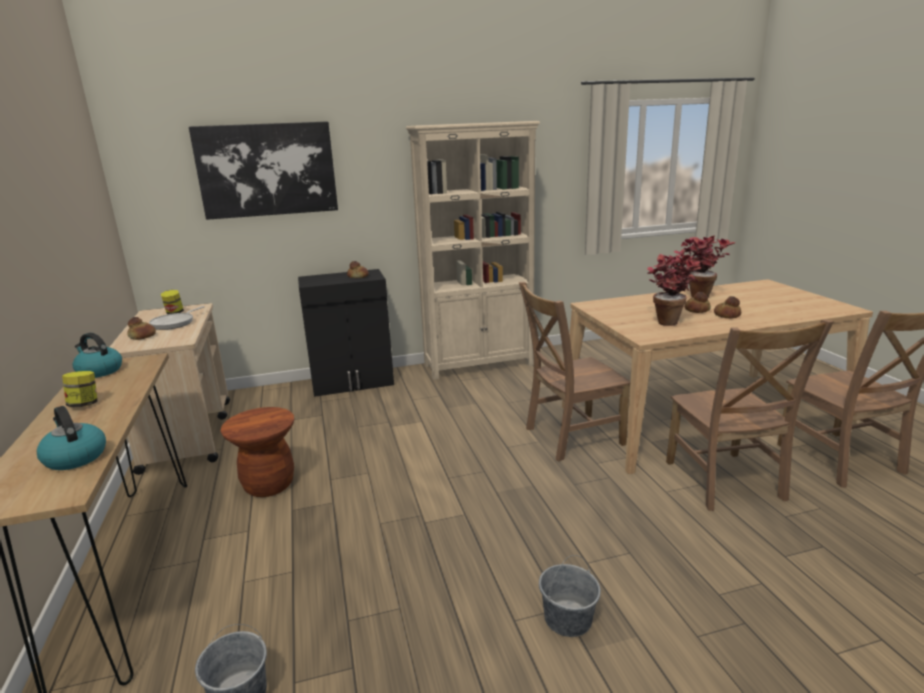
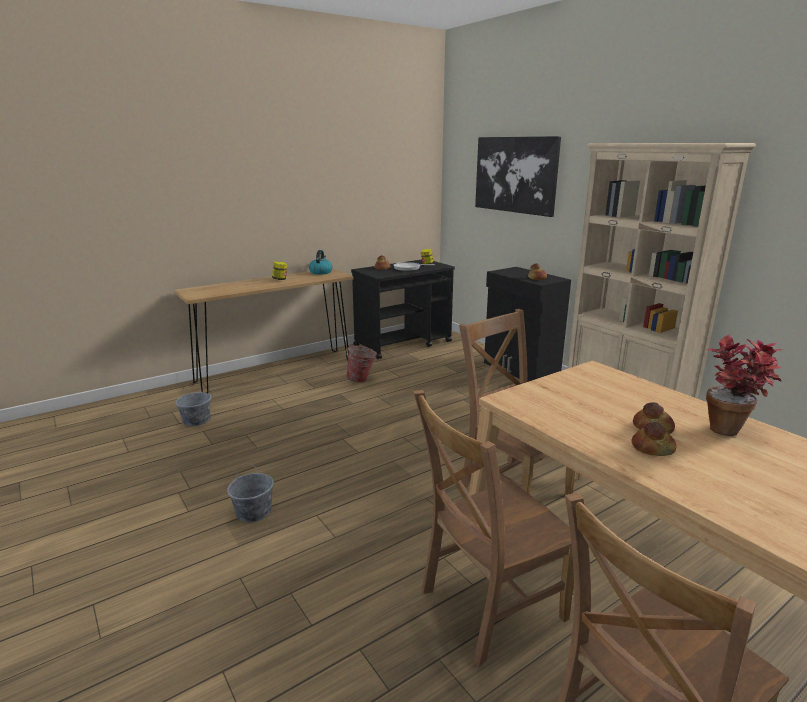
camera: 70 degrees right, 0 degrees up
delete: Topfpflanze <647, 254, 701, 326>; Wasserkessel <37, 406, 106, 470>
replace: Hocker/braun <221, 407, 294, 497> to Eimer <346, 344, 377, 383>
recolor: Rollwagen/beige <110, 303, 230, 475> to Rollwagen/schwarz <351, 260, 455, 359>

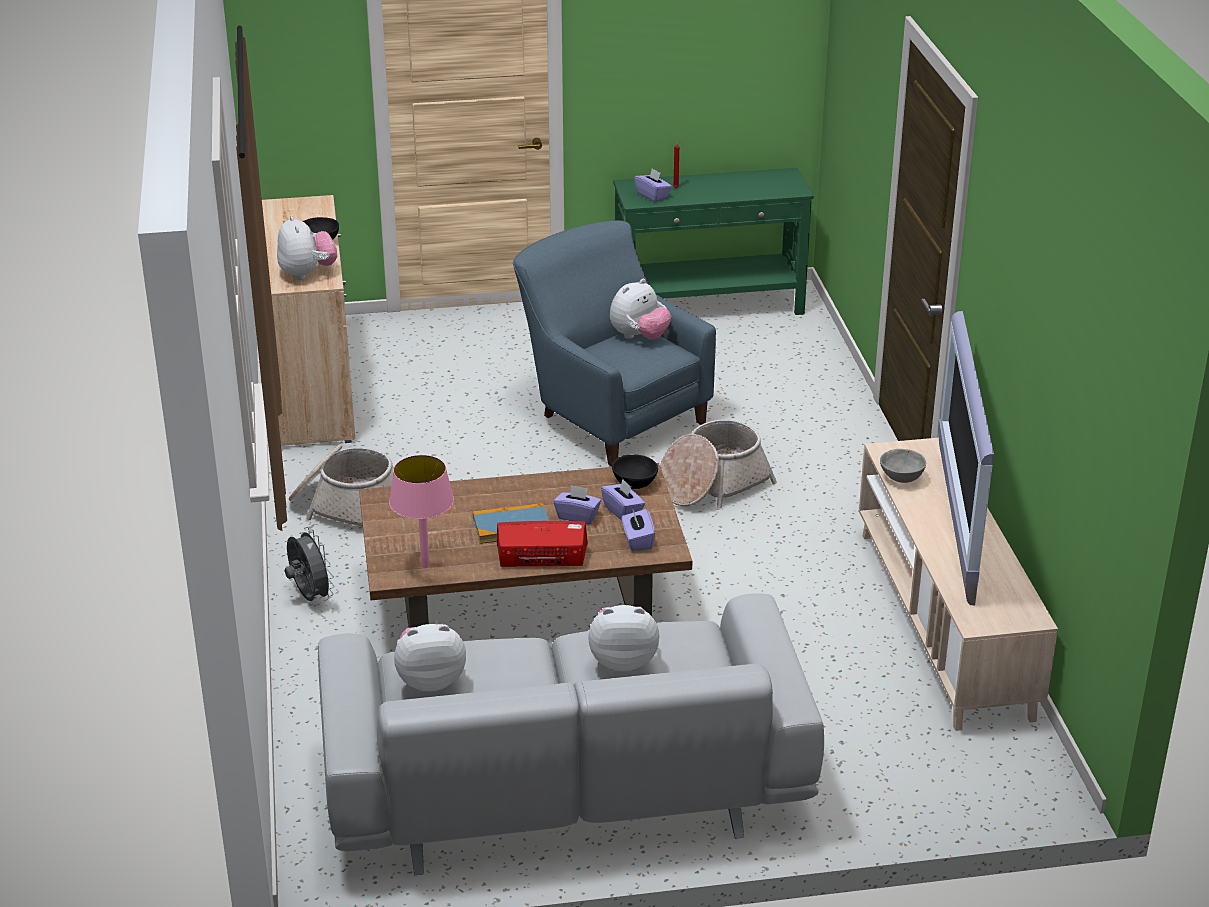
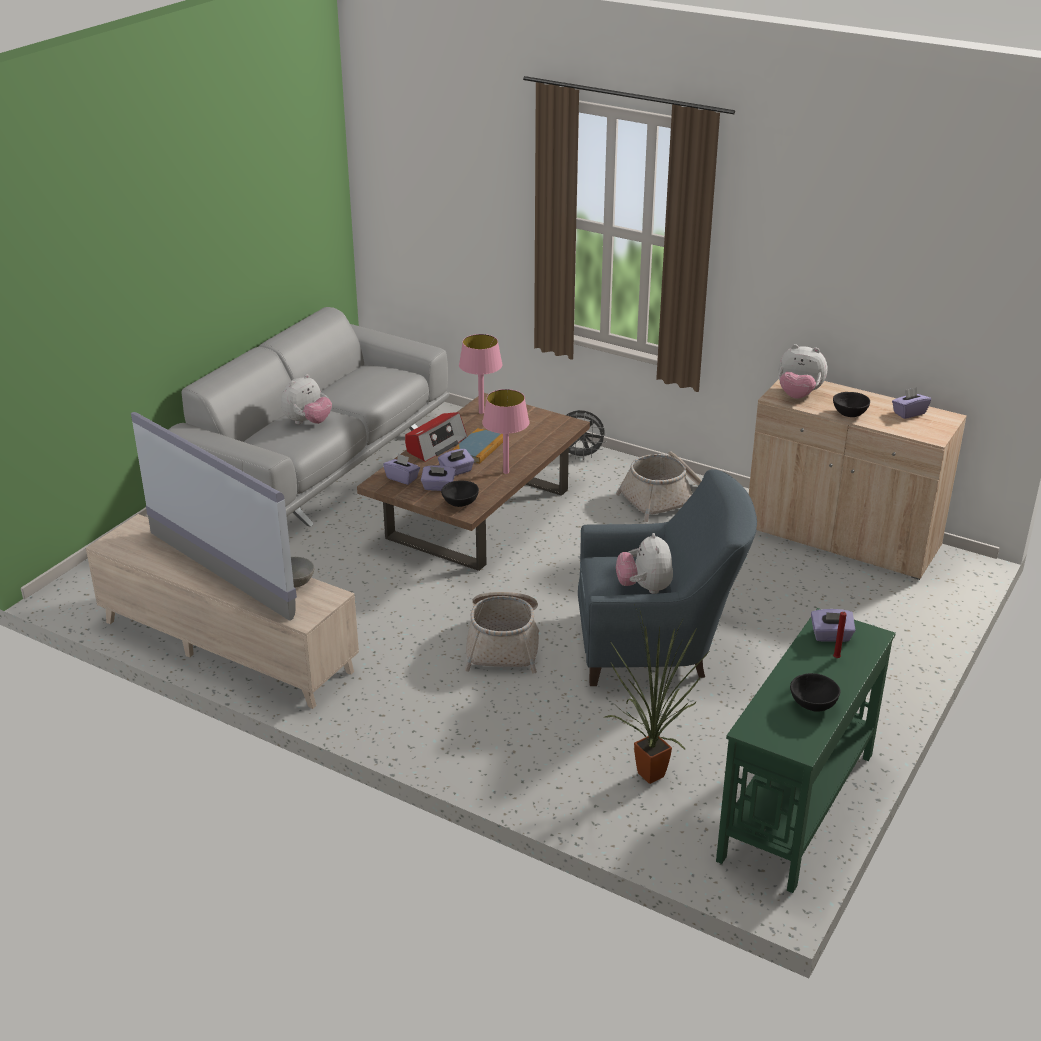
camera: 130 degrees right, 0 degrees up
delete: Plüschtier <394, 624, 466, 692>
insert: Taschentuchbox/lila <892, 387, 931, 419>; Tischlampe/rosa <482, 389, 529, 474>; Topfpflanze <605, 604, 709, 784>; Schüssel/schwarz <790, 673, 840, 712>

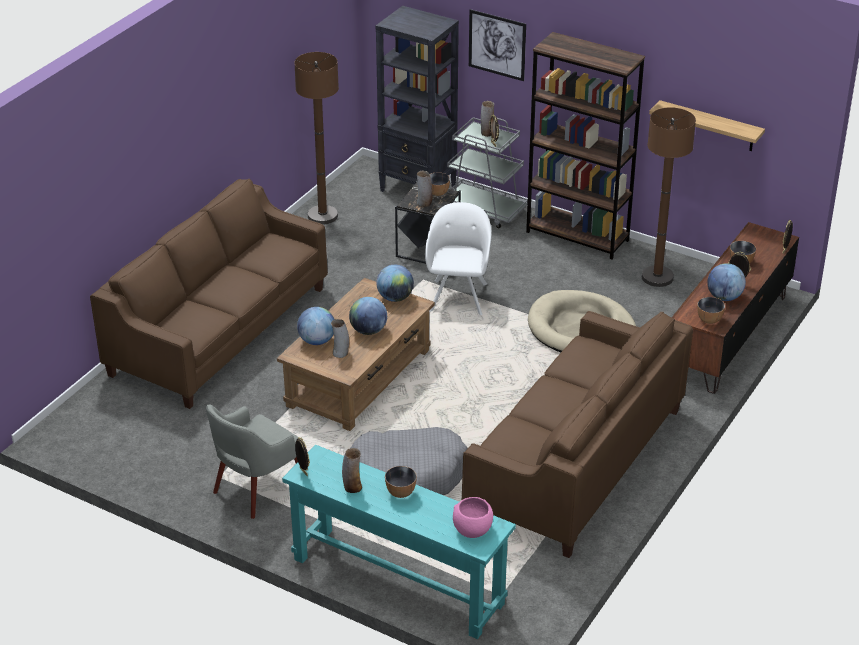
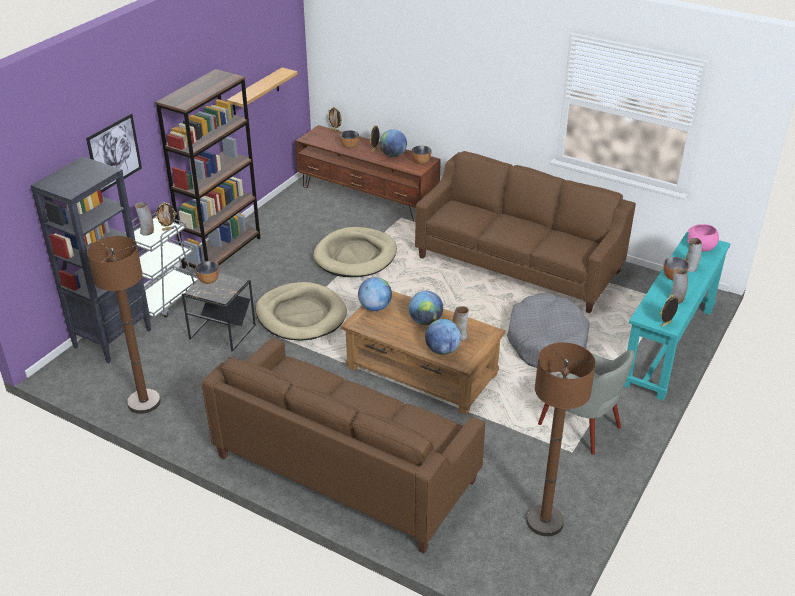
camera: 90 degrees left, 0 degrees up
move: Stehlampe/braun <642, 107, 696, 287> to <526, 342, 596, 536>; Vase <417, 170, 432, 207> to <686, 238, 702, 272>
replace: Sessel/weiß <425, 202, 492, 315> to Hundebett/beige <256, 282, 347, 341>

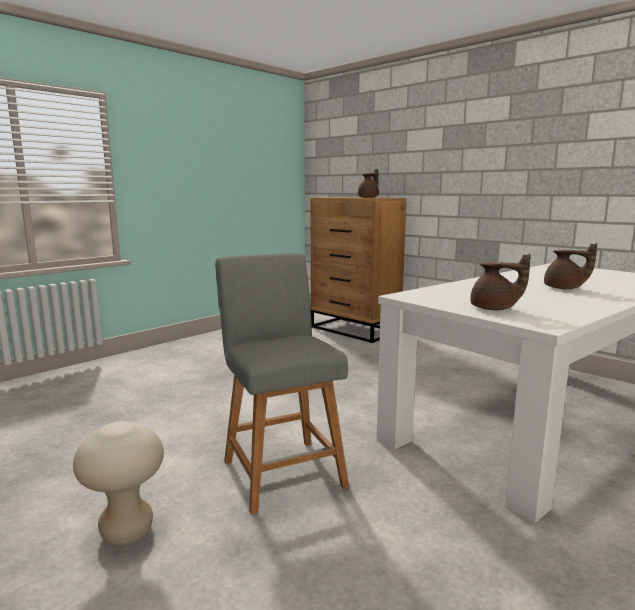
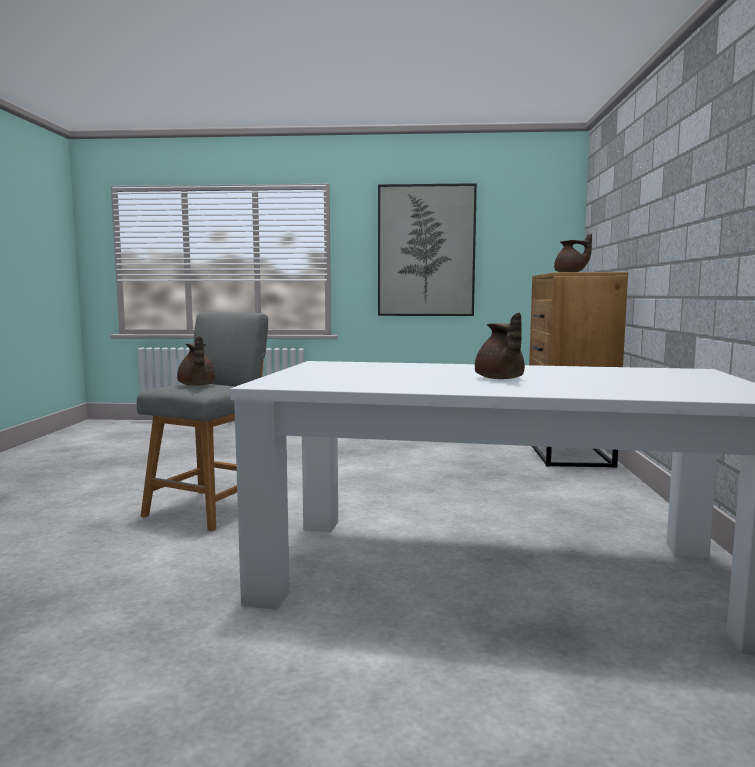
camera: 50 degrees right, 5 degrees down
delete: Hocker/beige <73, 421, 164, 545>
insert: Bild <378, 183, 477, 316>
move: Teekanne/braun <470, 254, 531, 310> to <177, 336, 216, 386>

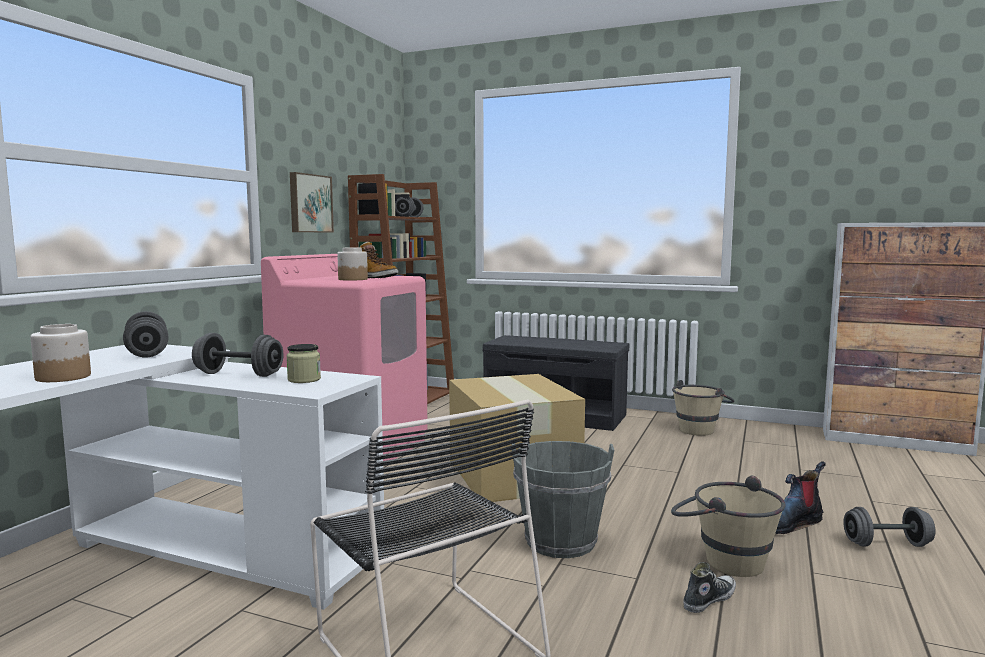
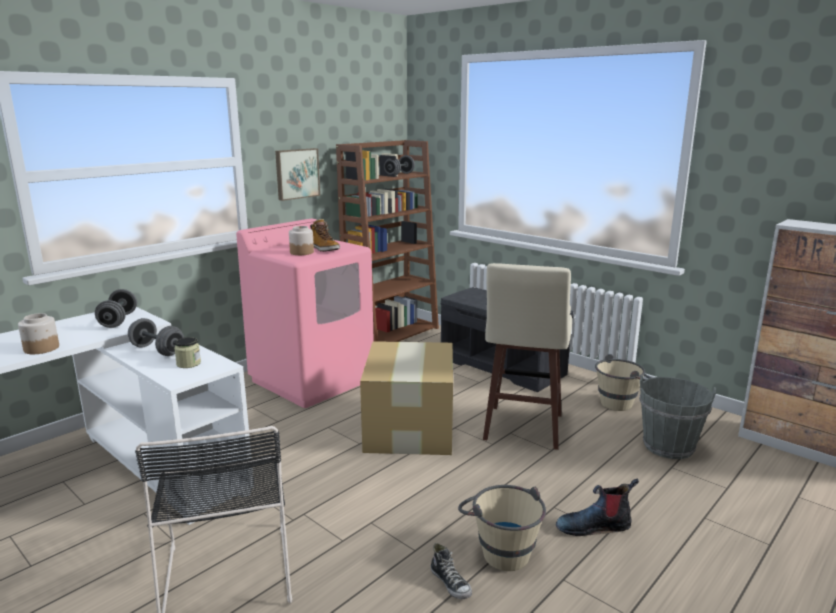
camera: 20 degrees right, 10 degrees up
delete: Hantel/grau <843, 507, 936, 547>
insert: Hocker/beige <483, 263, 572, 450>
move: Eimer/grau <512, 441, 614, 558> to <639, 376, 716, 459>
rotate: Schuh <683, 562, 736, 613> = <431, 543, 472, 599> 75 degrees clockwise

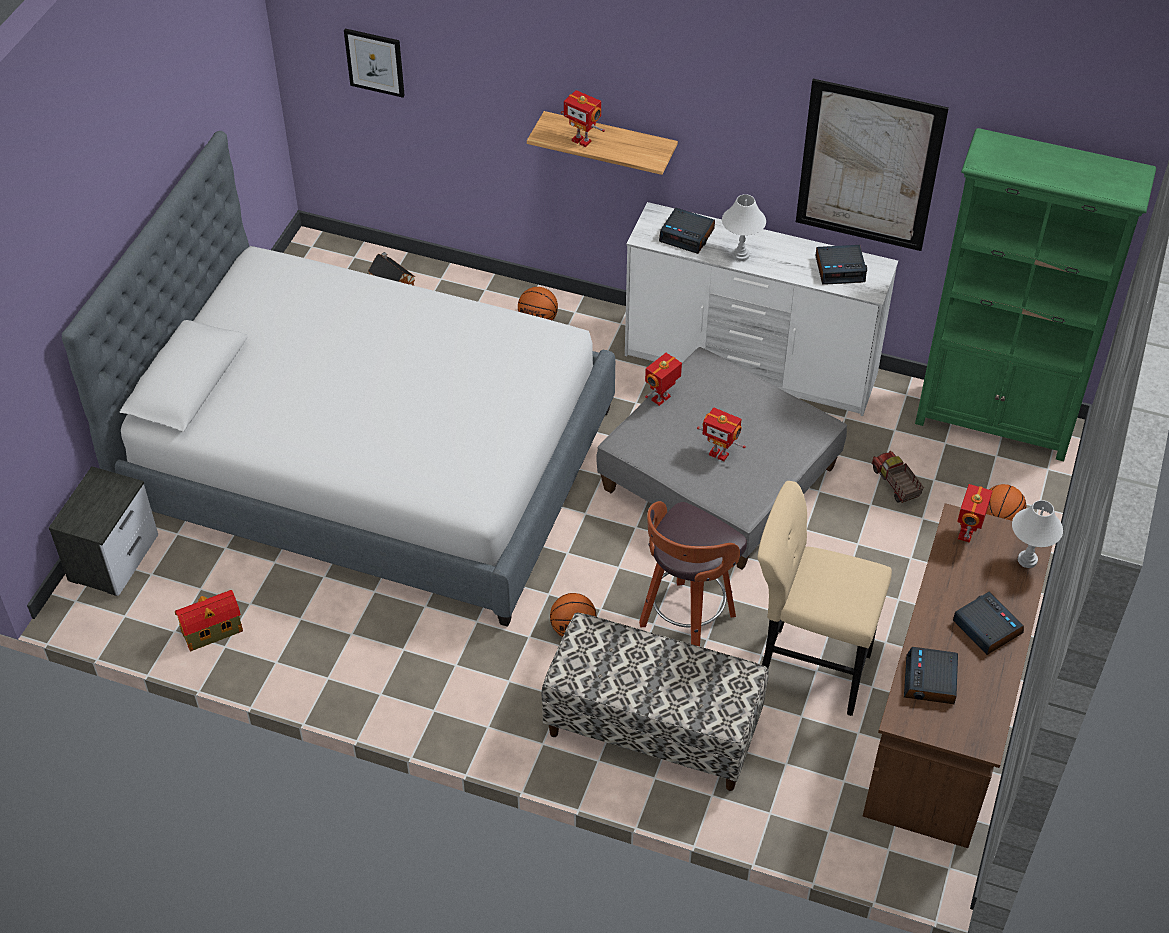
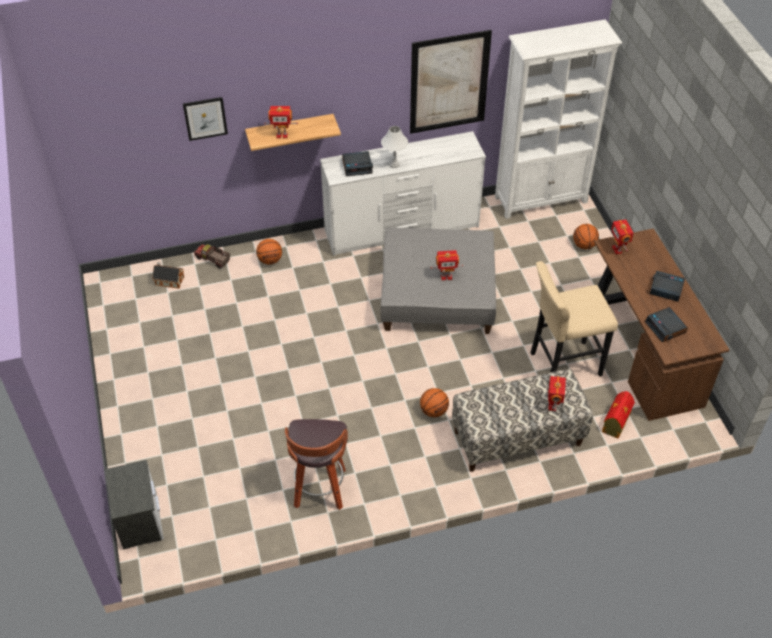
camera: 35 degrees left, 0 degrees up
delete: Bett <62, 131, 615, 627>; Wecker <815, 245, 867, 285>; Tischlampe/weiß <1012, 500, 1063, 568>
move: Bild <344, 29, 405, 98> to <183, 97, 228, 141>; Spielzeugroboter <645, 353, 682, 406> to <548, 376, 566, 411>; Spielzeuglaster <871, 451, 924, 503> to <194, 244, 230, 269>; Hocker <639, 501, 747, 646> to <285, 419, 348, 510>; Spielzeughaus <175, 590, 243, 651> to <602, 391, 635, 438>
recolor: Bücherregal/grün <915, 128, 1156, 461> to Bücherregal/weiß <495, 19, 622, 219>

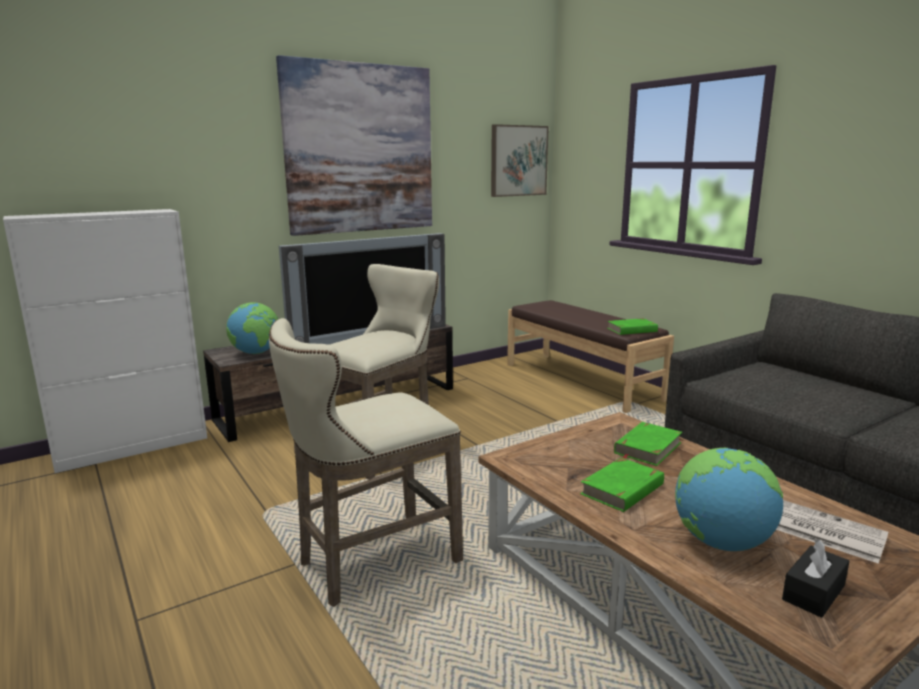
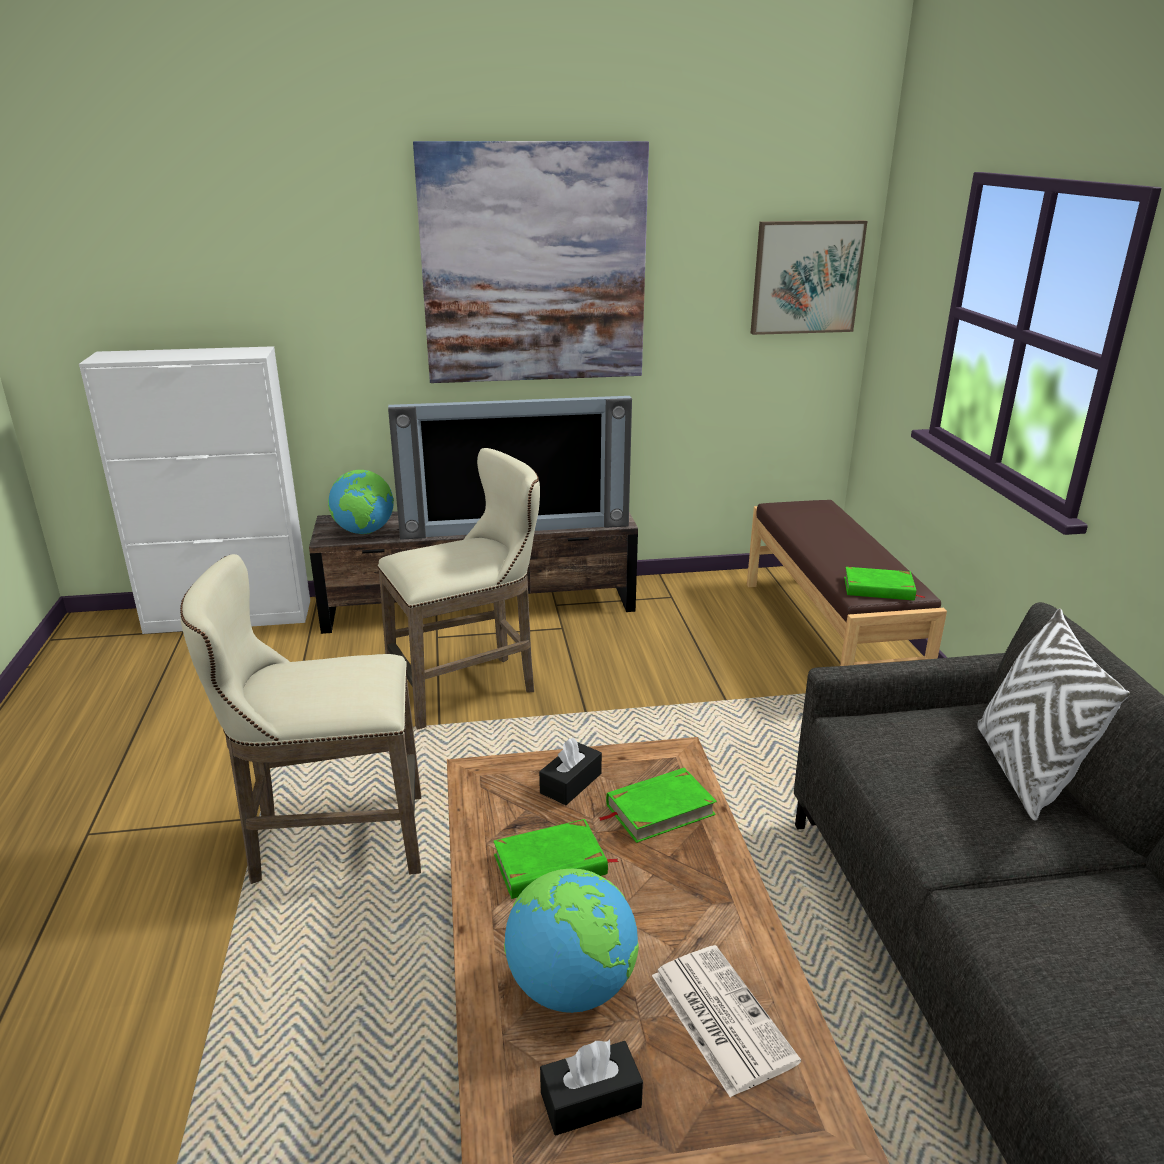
camera: 25 degrees right, 10 degrees up
insert: Kissen/weiß <977, 609, 1130, 821>; Taschentuchbox/schwarz <539, 738, 602, 805>

